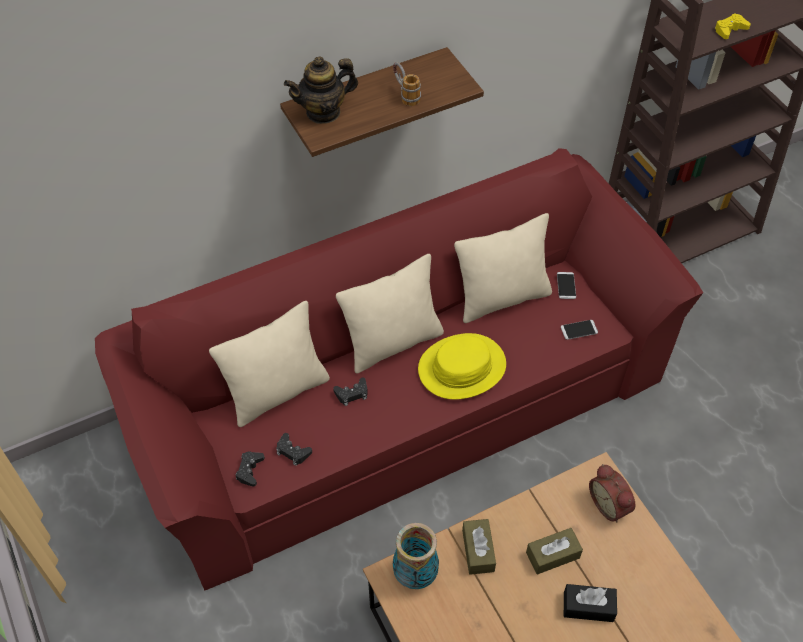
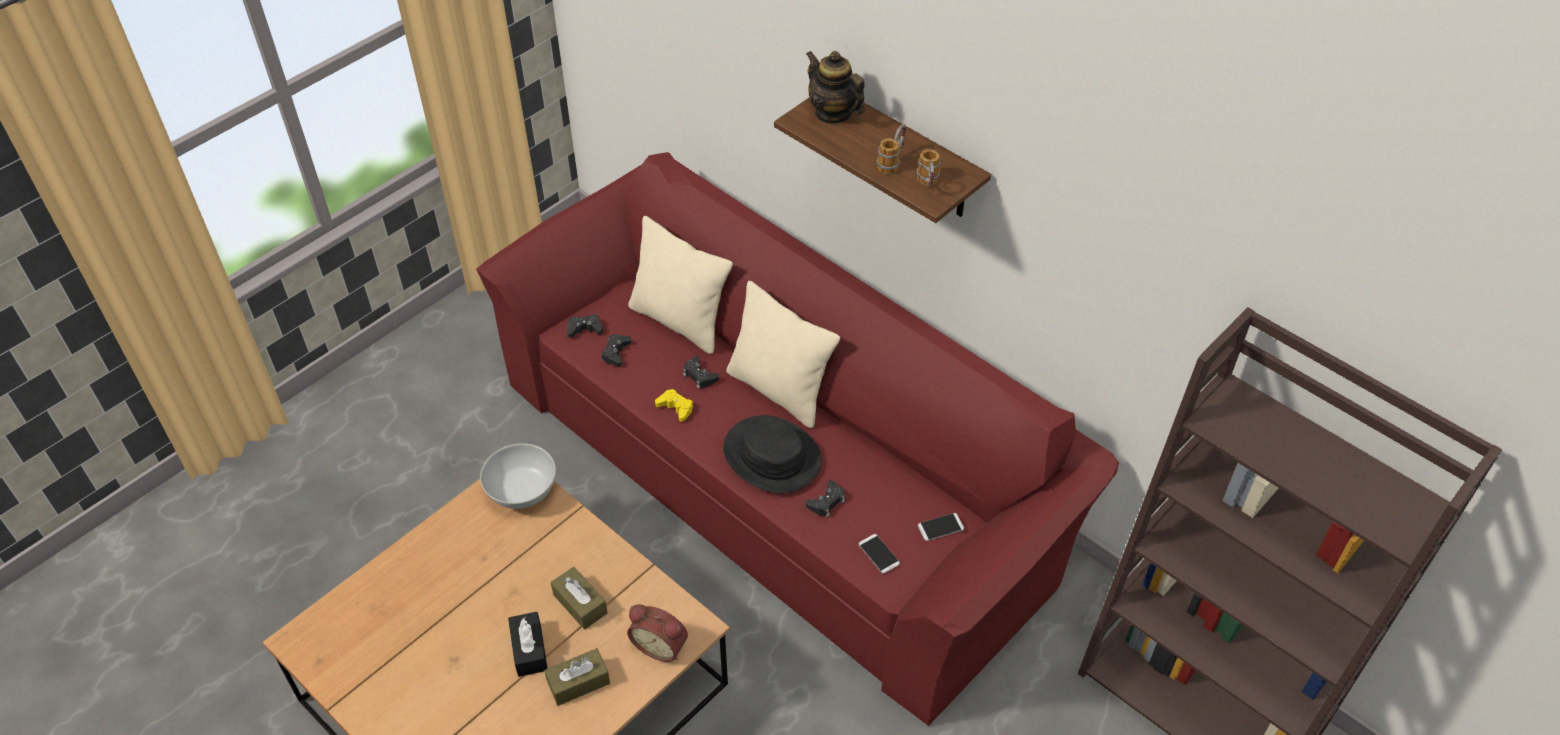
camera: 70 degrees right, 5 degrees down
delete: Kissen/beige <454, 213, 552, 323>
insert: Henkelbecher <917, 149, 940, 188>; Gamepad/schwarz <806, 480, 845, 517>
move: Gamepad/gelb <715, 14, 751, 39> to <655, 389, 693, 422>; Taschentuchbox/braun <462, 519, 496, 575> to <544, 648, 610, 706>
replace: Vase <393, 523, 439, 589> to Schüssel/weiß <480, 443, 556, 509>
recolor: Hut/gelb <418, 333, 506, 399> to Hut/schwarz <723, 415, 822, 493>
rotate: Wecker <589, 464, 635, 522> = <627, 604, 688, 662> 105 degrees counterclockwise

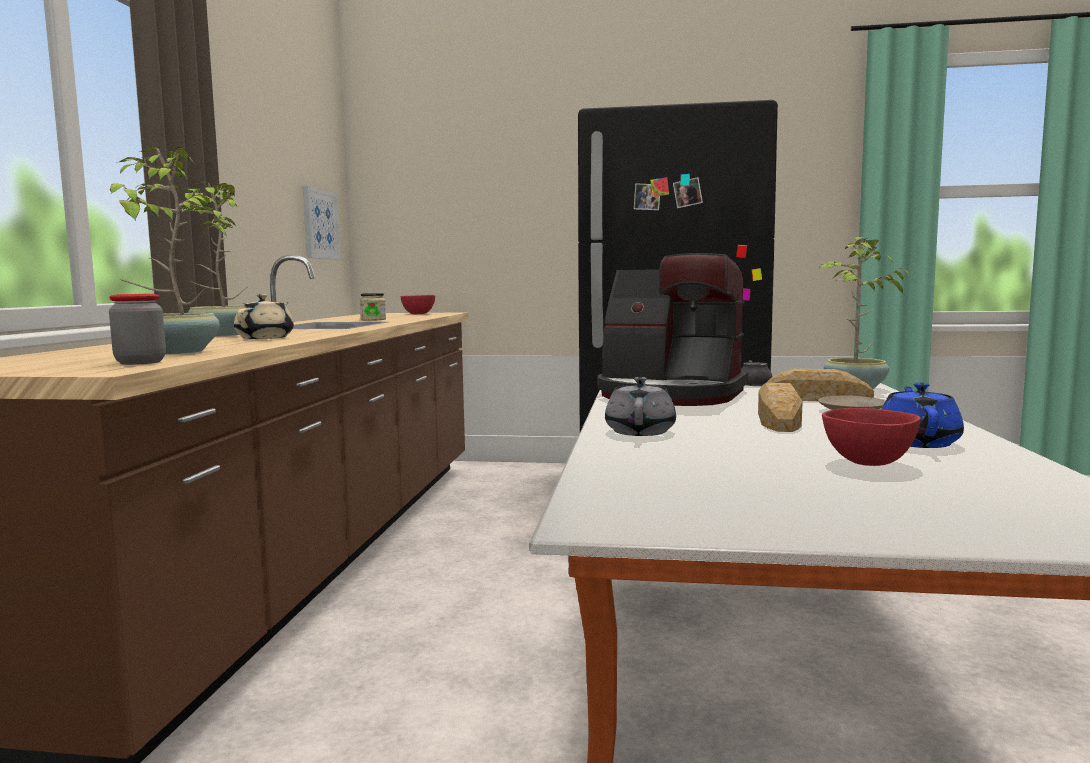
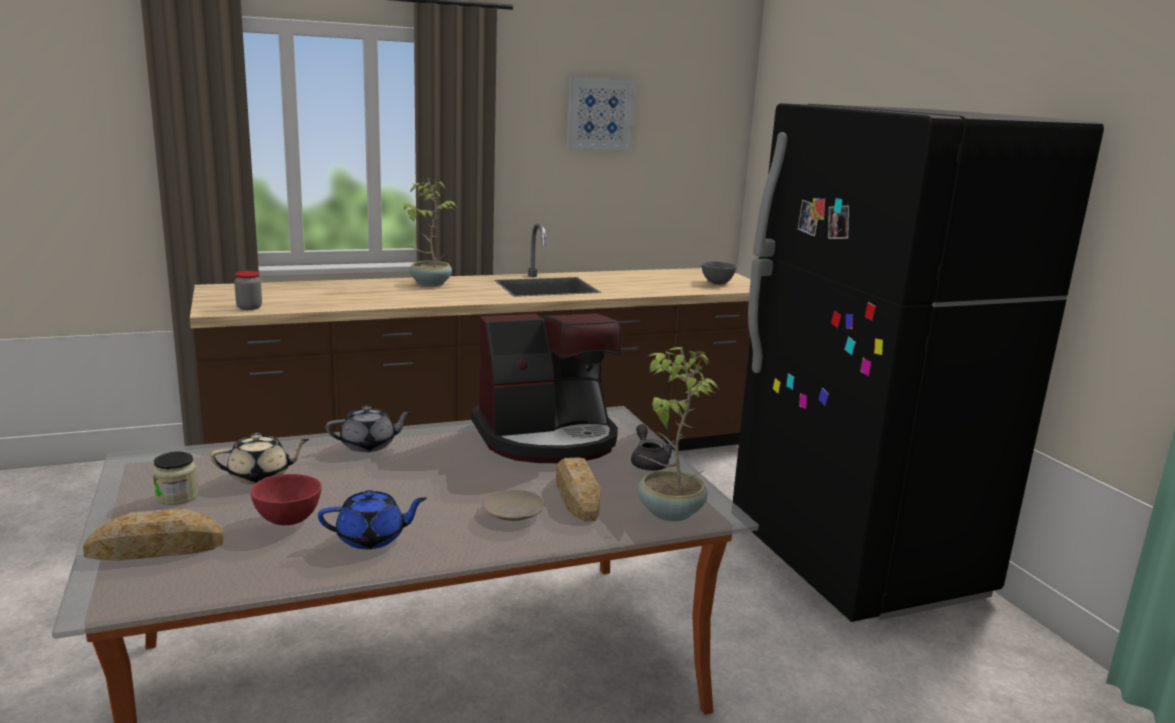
camera: 60 degrees right, 10 degrees up
delete: Topfpflanze <110, 147, 220, 354>
move: Bild <303, 186, 340, 259> to <567, 77, 635, 150>; Vorratsglas <360, 293, 386, 321> to <152, 452, 198, 505>; Teekanne/beige <234, 294, 294, 339> to <210, 433, 309, 485>; Brot <758, 383, 803, 432> to <83, 508, 224, 561>
recolor: Schüssel/rot <400, 295, 435, 314> to Schüssel/grau <701, 261, 737, 284>
rotate: Kaffeemaschine <598, 253, 748, 406> = <471, 313, 621, 463> 105 degrees counterclockwise

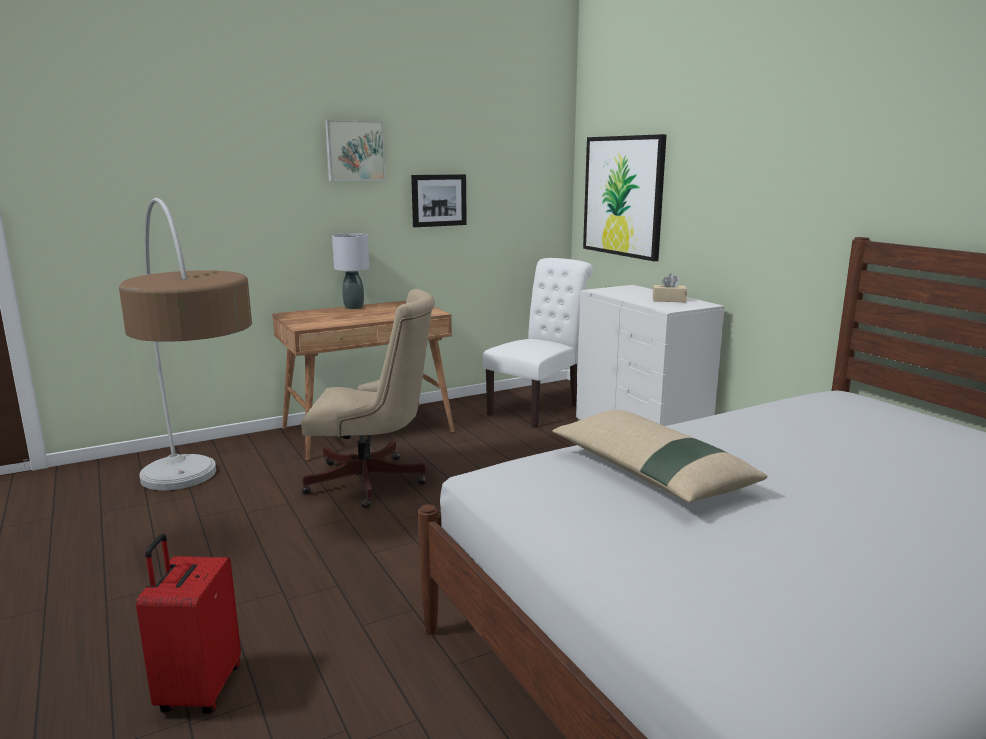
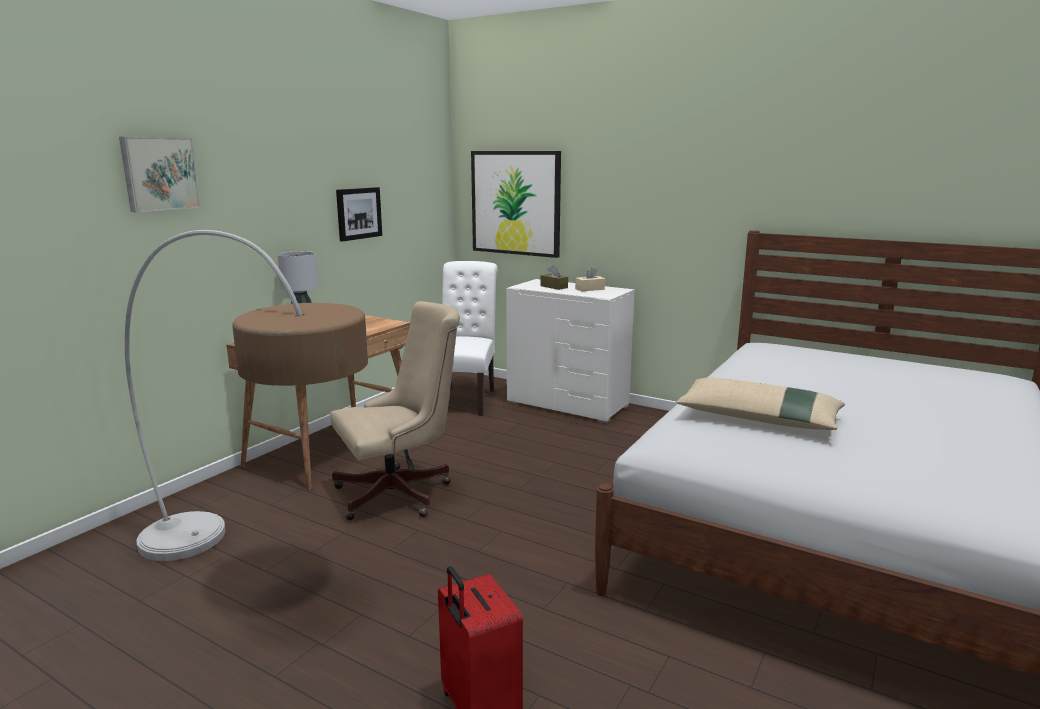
camera: 30 degrees left, 0 degrees up
insert: Taschentuchbox/braun <541, 265, 568, 290>
move: Bild <325, 120, 386, 181> to <119, 137, 201, 212>

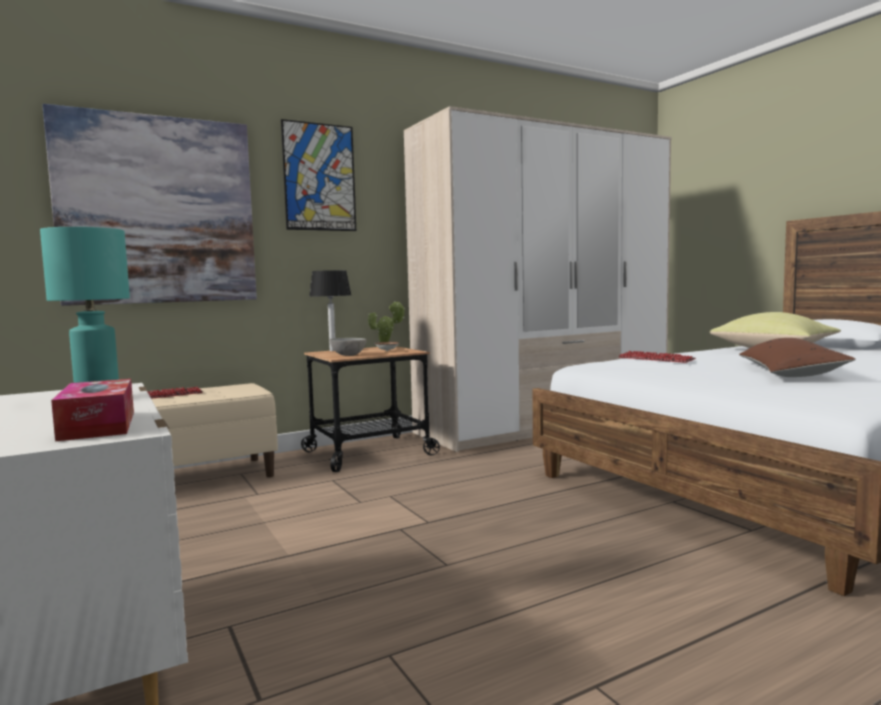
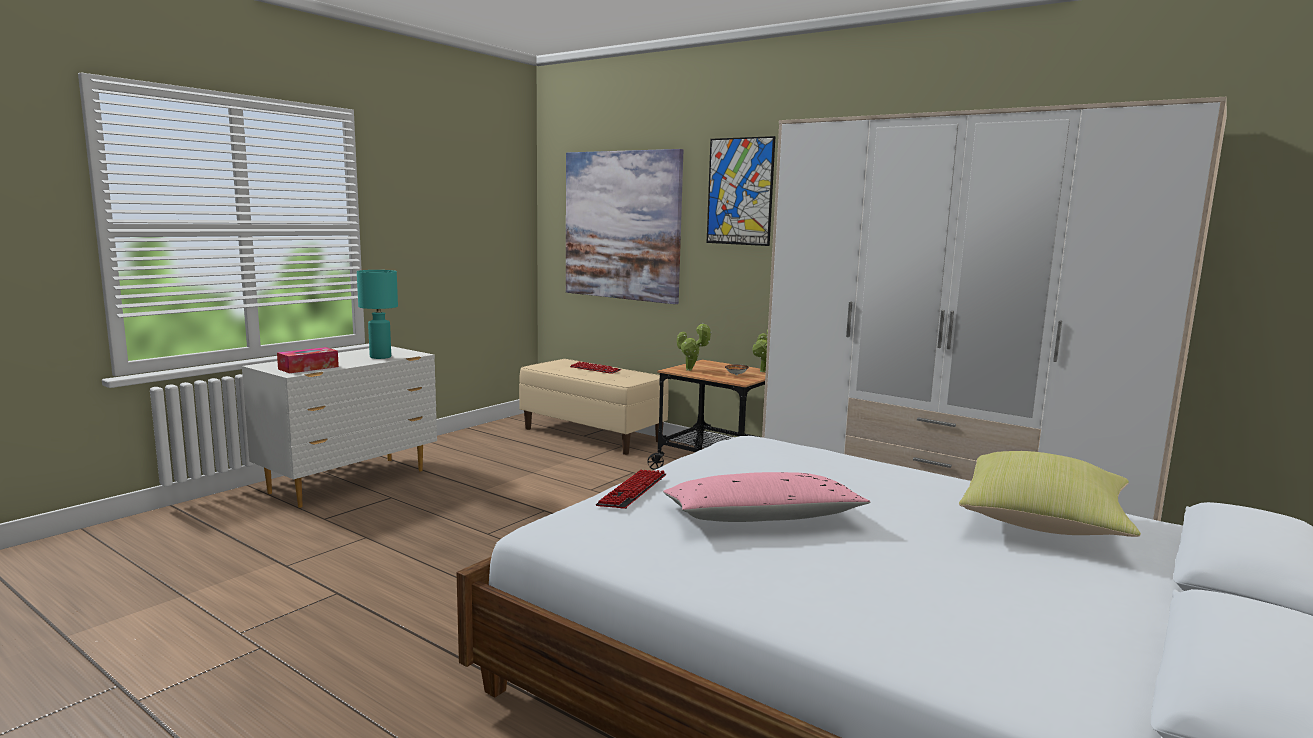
camera: 65 degrees right, 5 degrees up
delete: Tischlampe <309, 270, 351, 351>
move: Tastatur <619, 351, 696, 363> to <596, 470, 666, 509>
replace: Schüssel/grau <330, 338, 367, 356> to Topfpflanze <677, 323, 712, 371>
recolor: Kissen/braun <739, 338, 856, 377> to Kissen/rosa <663, 472, 870, 522>

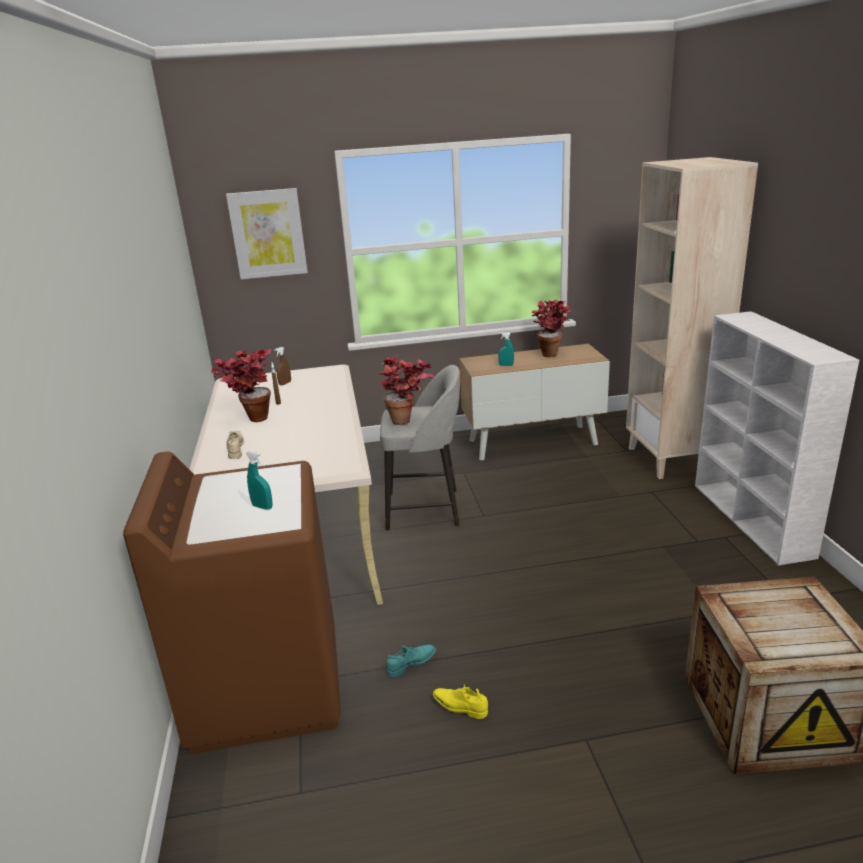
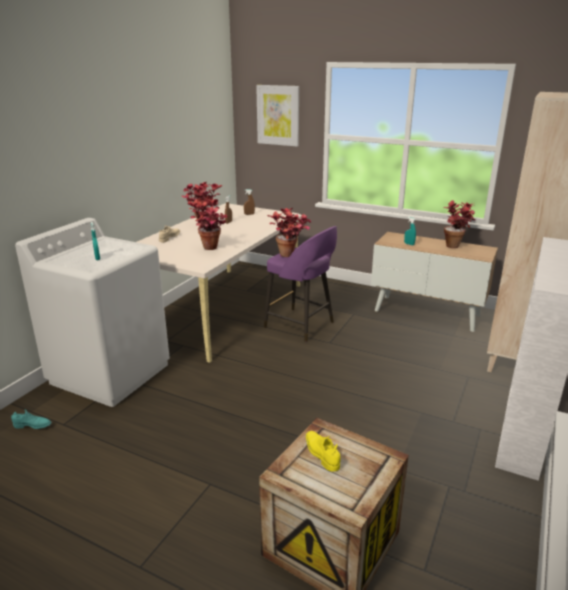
camera: 35 degrees right, 0 degrees up
insert: Topfpflanze <188, 198, 228, 250>
move: Schuh/türkis <386, 645, 436, 677> to <11, 410, 52, 429>; Schuh/gelb <432, 684, 488, 719> to <306, 431, 340, 472>
recolor: Hocker/grau <380, 365, 460, 531> to Hocker/lila <264, 226, 337, 342>; Waschmaschine/braun <123, 451, 341, 755> to Waschmaschine/weiß <15, 218, 170, 407>

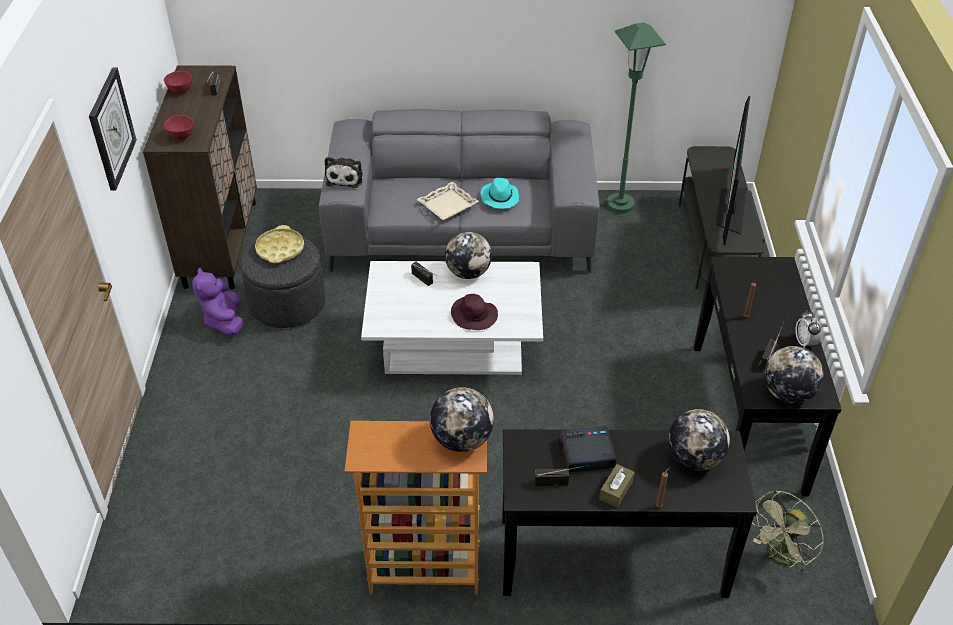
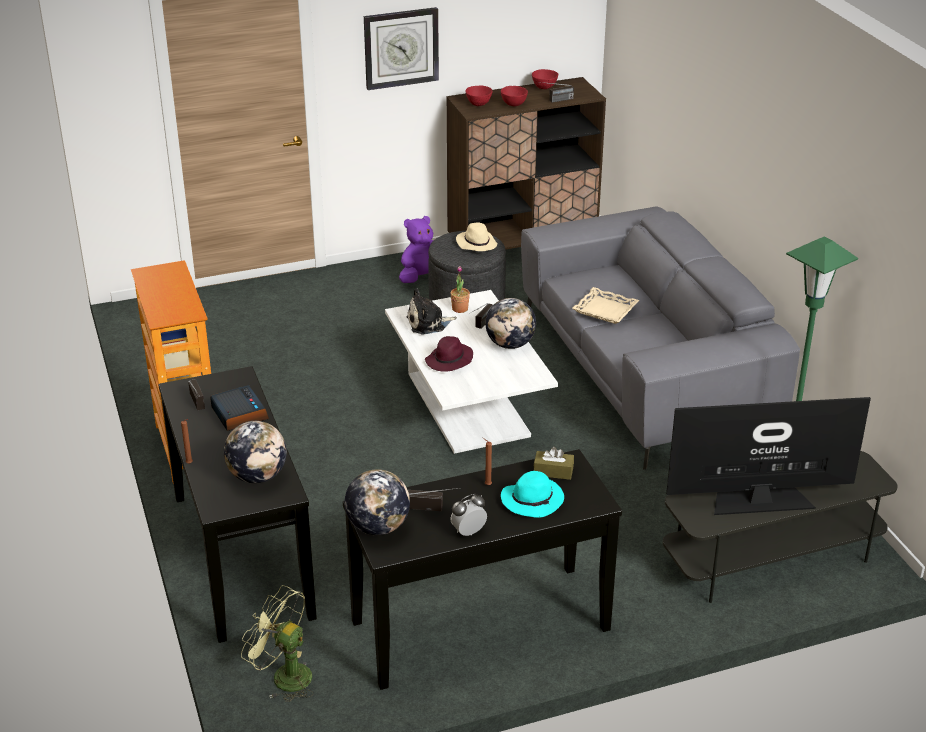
camera: 70 degrees right, 10 degrees down
delete: Globus <430, 387, 494, 452>
insert: Schüssel/rot <501, 86, 528, 106>; Topfpflanze <450, 266, 470, 313>
move: Plüschtier <325, 157, 363, 188> to <406, 288, 457, 334>; Hut/türkis <481, 178, 519, 209> to <501, 471, 564, 518>; Taschentuchbox/braun <599, 464, 635, 508> to <534, 447, 574, 480>
replace: Tablett/gelb <255, 225, 304, 263> to Hut/beige <456, 222, 497, 251>

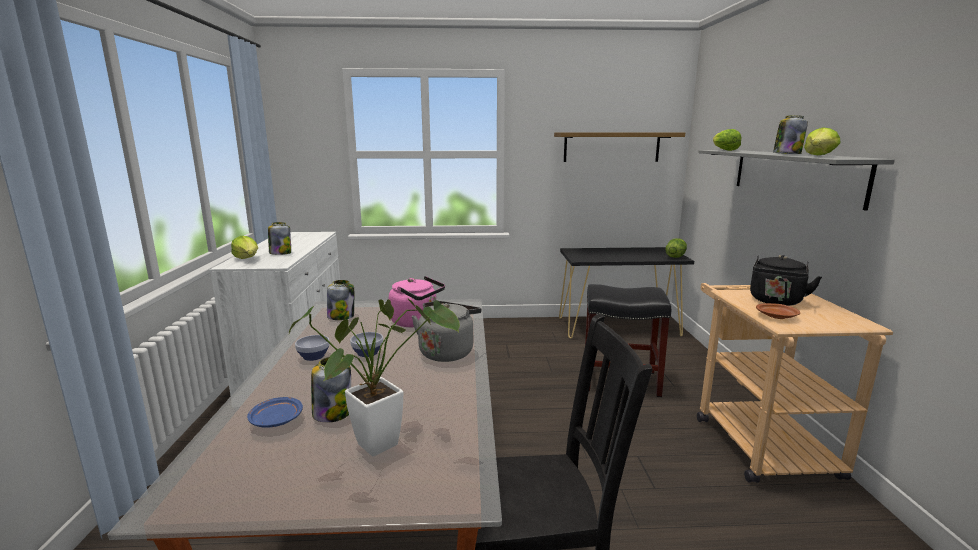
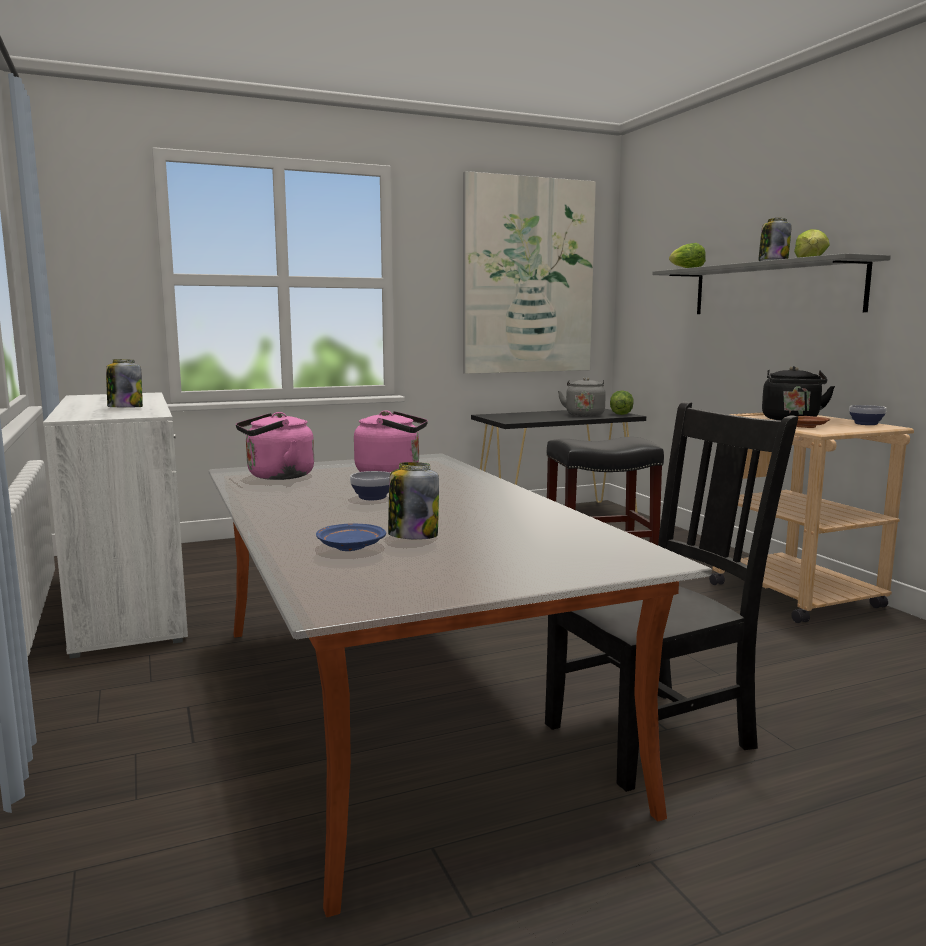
camera: 20 degrees left, 5 degrees down
delete: Salatkopf <231, 236, 258, 259>; Topfpflanze <289, 298, 460, 456>
move: Wasserkessel/grau <411, 301, 481, 362> to <558, 377, 606, 417>; Schüssel <295, 335, 330, 361> to <849, 405, 887, 425>
replace: Wandregal <554, 132, 685, 162> to Bild <463, 171, 596, 374>; Vorratsglas <327, 280, 354, 320> to Wasserkessel/rosa <236, 412, 314, 480>

